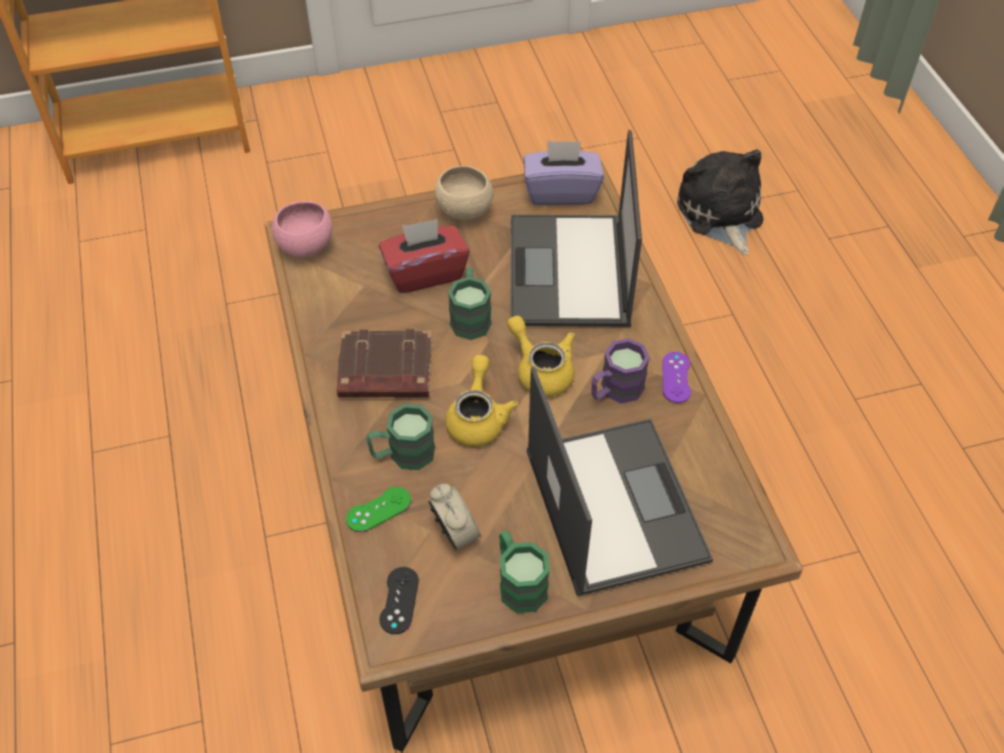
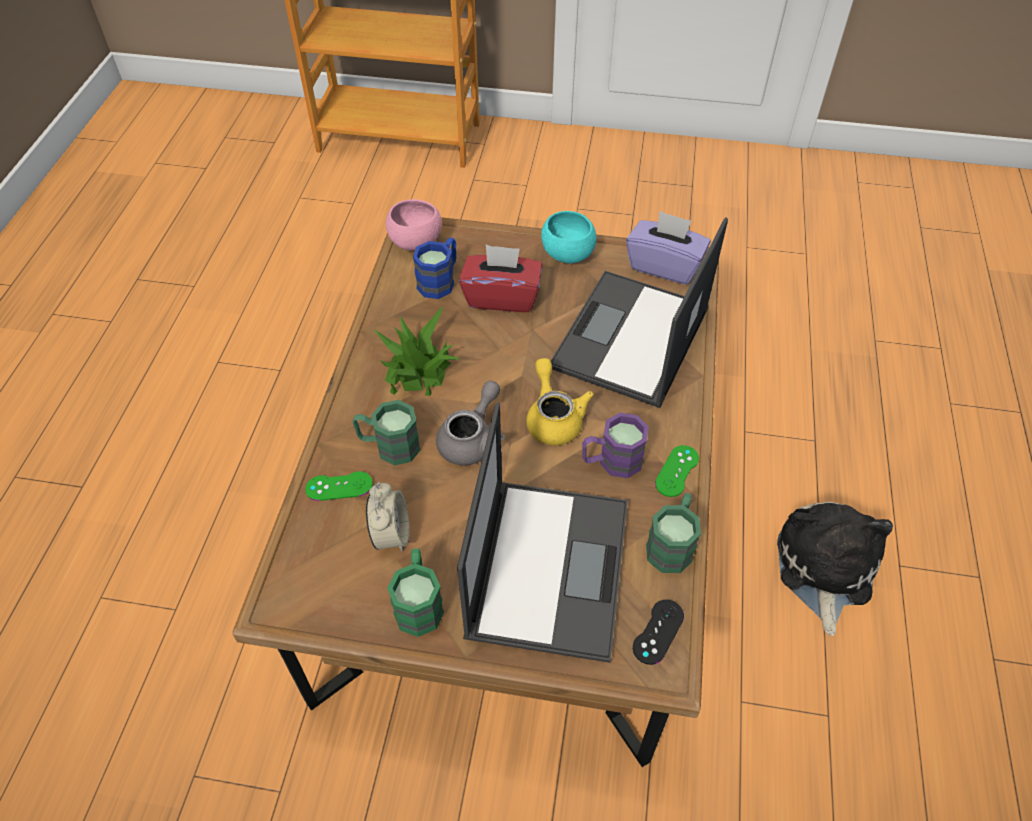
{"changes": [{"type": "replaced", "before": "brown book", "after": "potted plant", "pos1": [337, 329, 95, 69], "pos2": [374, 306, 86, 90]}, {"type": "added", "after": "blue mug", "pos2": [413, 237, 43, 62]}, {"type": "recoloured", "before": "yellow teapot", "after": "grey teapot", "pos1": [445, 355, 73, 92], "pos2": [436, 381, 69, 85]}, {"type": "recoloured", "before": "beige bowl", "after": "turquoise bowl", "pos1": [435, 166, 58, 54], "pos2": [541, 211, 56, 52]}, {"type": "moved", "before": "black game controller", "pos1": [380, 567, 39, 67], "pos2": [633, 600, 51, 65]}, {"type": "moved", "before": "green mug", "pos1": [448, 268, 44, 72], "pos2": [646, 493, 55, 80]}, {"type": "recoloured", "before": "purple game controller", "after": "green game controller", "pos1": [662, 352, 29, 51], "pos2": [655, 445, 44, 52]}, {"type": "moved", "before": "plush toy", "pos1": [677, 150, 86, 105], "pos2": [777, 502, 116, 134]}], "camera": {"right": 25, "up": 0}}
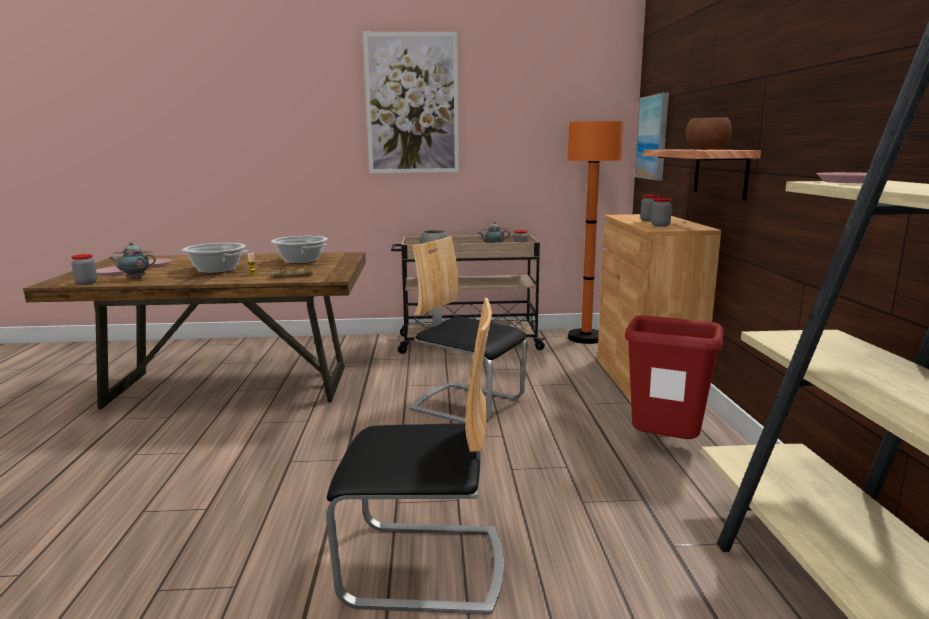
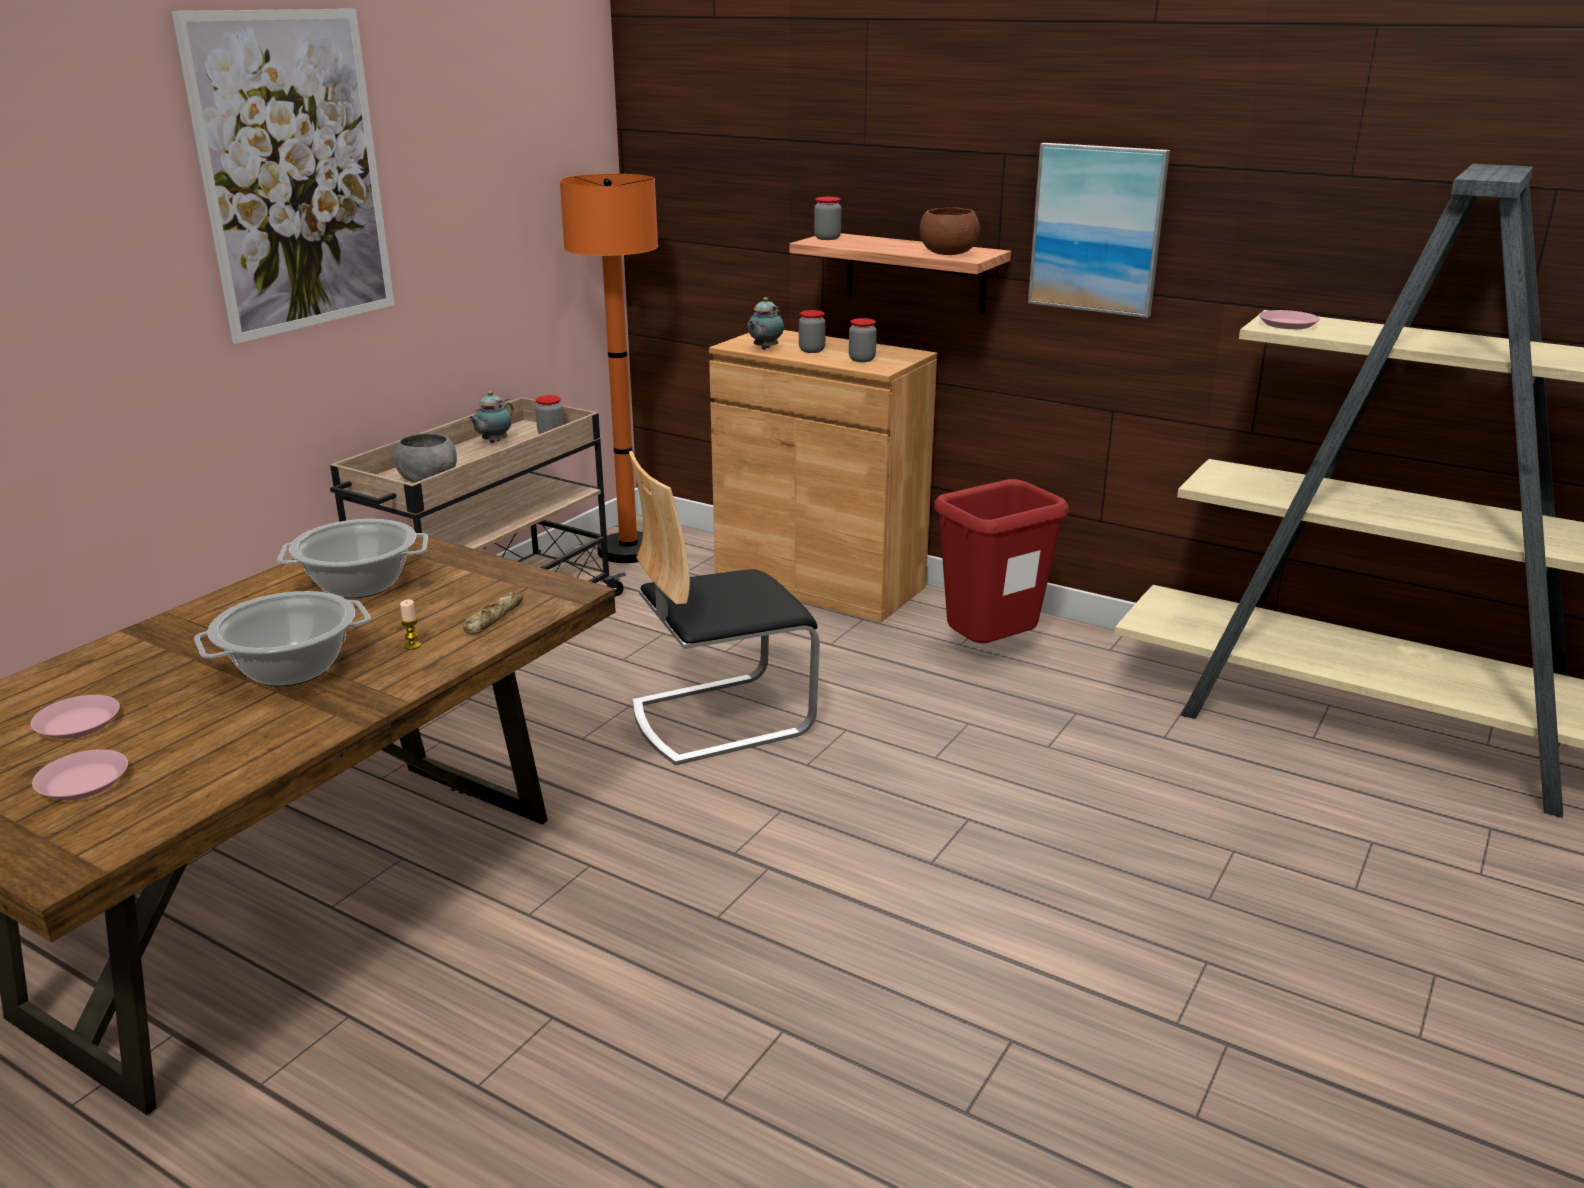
{"changes": [{"type": "moved", "before": "teapot", "pos1": [109, 242, 47, 37], "pos2": [748, 297, 36, 53]}, {"type": "moved", "before": "jar", "pos1": [71, 254, 26, 31], "pos2": [814, 197, 27, 43]}, {"type": "moved", "before": "picture", "pos1": [635, 93, 34, 87], "pos2": [1028, 143, 142, 175]}, {"type": "removed", "before": "chair", "pos1": [326, 298, 178, 316]}], "camera": {"right": -55, "up": 10}}
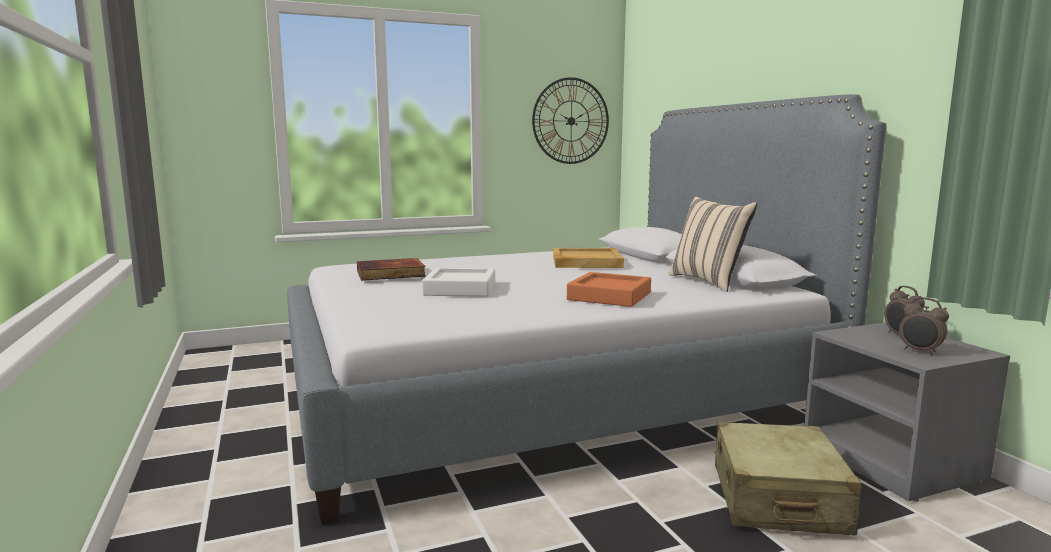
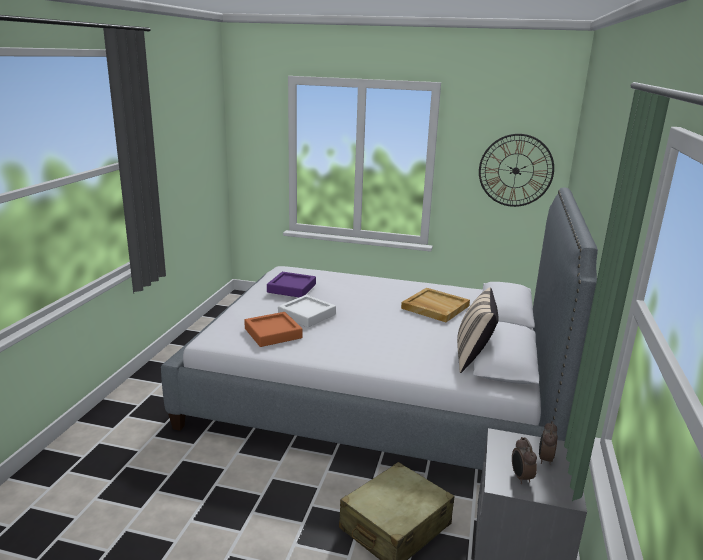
{"changes": [{"type": "moved", "before": "orange tray", "pos1": [567, 272, 84, 35], "pos2": [244, 312, 58, 35]}, {"type": "replaced", "before": "book", "after": "purple tray", "pos1": [357, 258, 69, 23], "pos2": [267, 272, 49, 25]}], "camera": {"right": 35, "up": 10}}
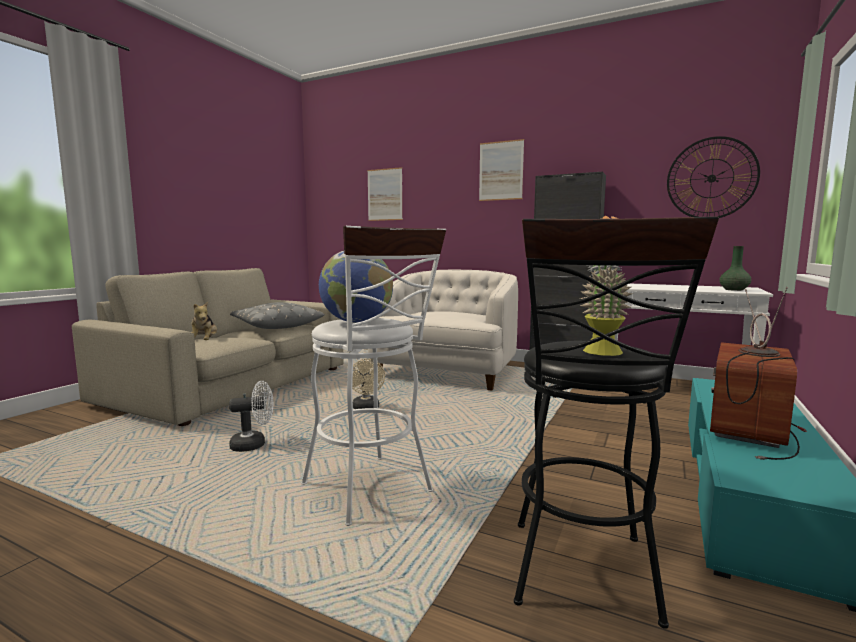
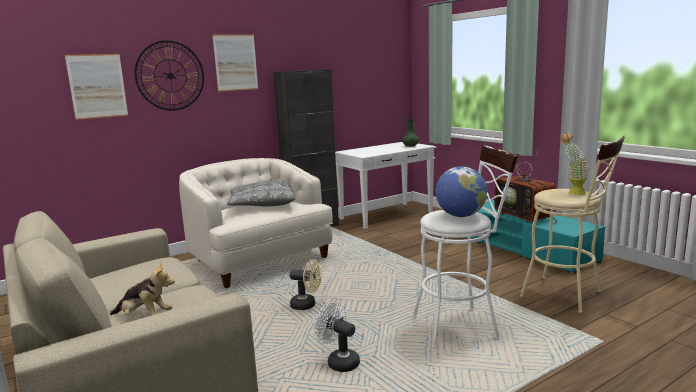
{"changes": [{"type": "moved", "before": "wall clock", "pos1": [667, 136, 93, 82], "pos2": [134, 40, 70, 71]}, {"type": "moved", "before": "grey pillow", "pos1": [230, 302, 95, 27], "pos2": [227, 181, 68, 25]}, {"type": "turned", "before": "white fan", "pos1": [229, 381, 45, 71], "pos2": [315, 302, 45, 70], "turn": -60}, {"type": "recoloured", "before": "black stool", "after": "beige stool", "pos1": [514, 216, 205, 413], "pos2": [520, 136, 105, 177]}], "camera": {"right": -60, "up": 5}}
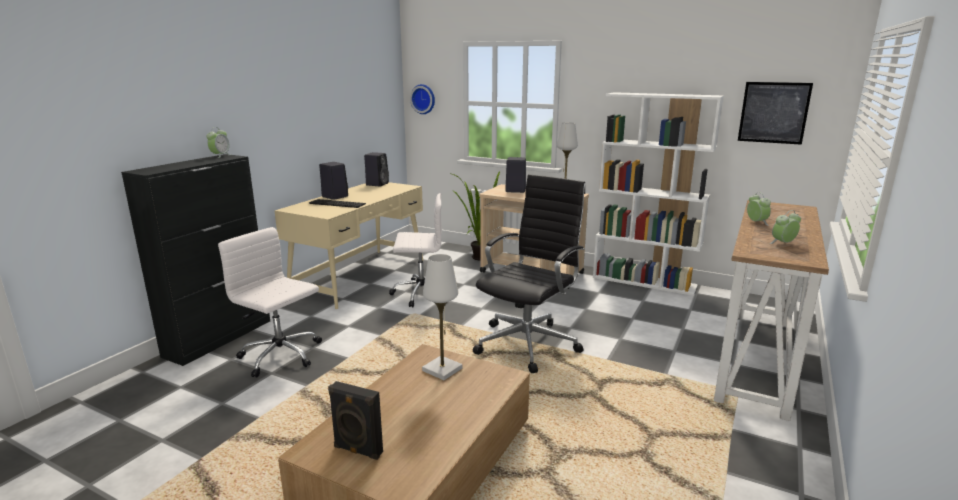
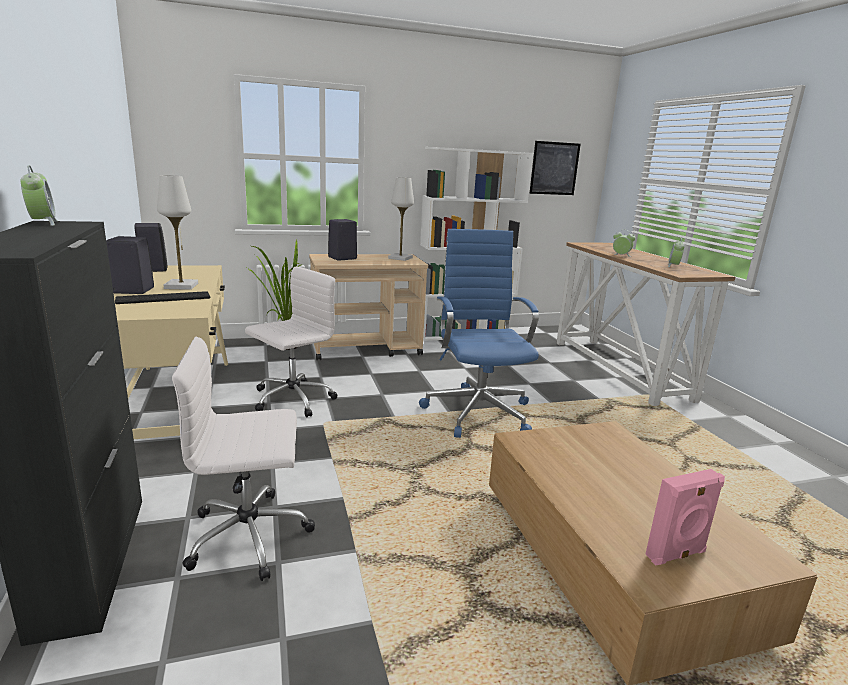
{"changes": [{"type": "moved", "before": "white table lamp", "pos1": [422, 254, 41, 126], "pos2": [157, 175, 41, 115]}, {"type": "recoloured", "before": "black office chair", "after": "blue office chair", "pos1": [473, 174, 112, 199], "pos2": [419, 229, 120, 209]}, {"type": "recoloured", "before": "black speaker", "after": "pink speaker", "pos1": [328, 381, 55, 79], "pos2": [645, 469, 80, 96]}, {"type": "removed", "before": "wall clock", "pos1": [410, 84, 25, 30]}], "camera": {"right": -45, "up": 0}}
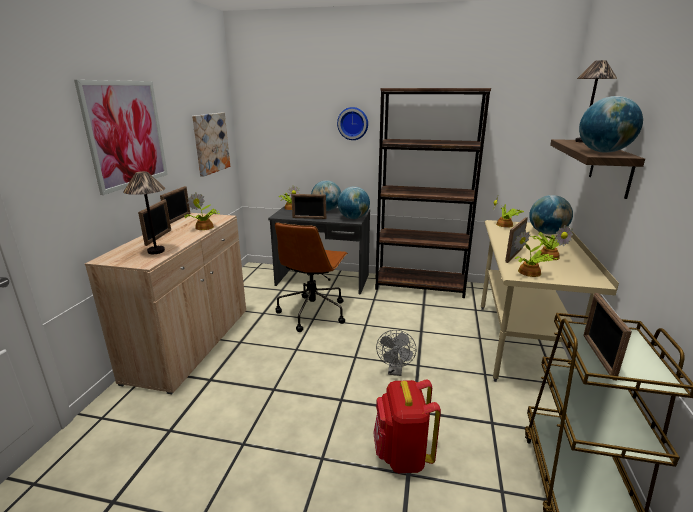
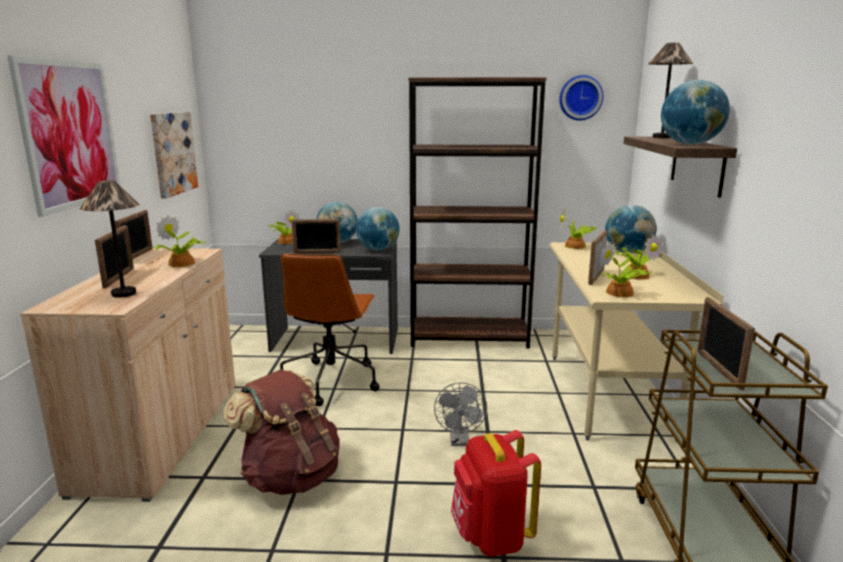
{"changes": [{"type": "added", "after": "brown backpack", "pos2": [224, 369, 116, 126]}, {"type": "moved", "before": "wall clock", "pos1": [337, 107, 31, 33], "pos2": [559, 75, 44, 46]}], "camera": {"right": -10, "up": -5}}
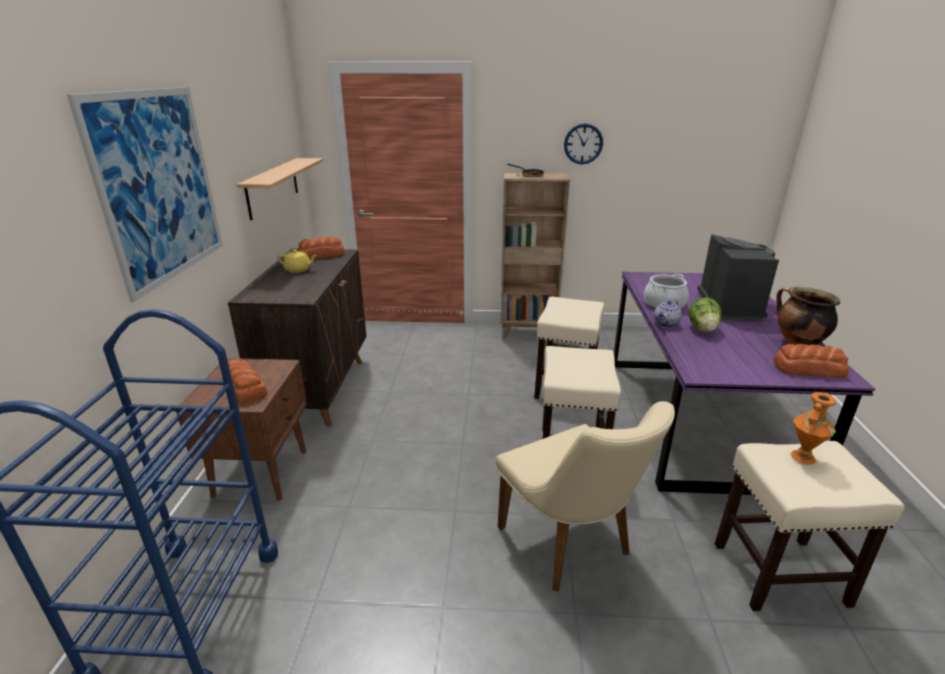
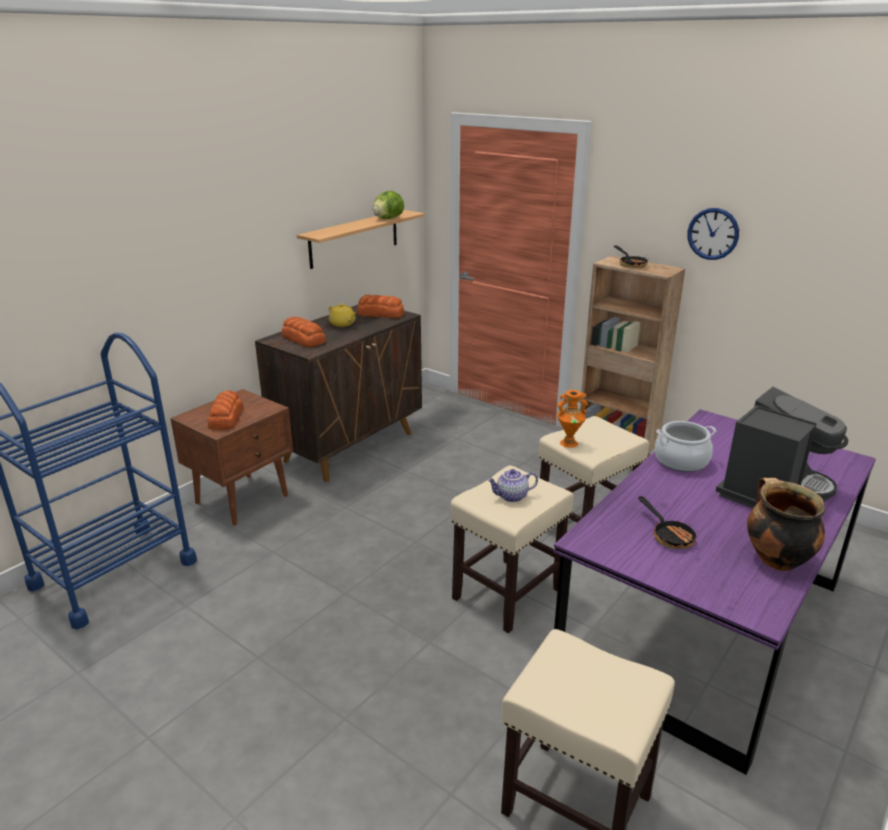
{"changes": [{"type": "moved", "before": "bread", "pos1": [773, 344, 76, 34], "pos2": [281, 317, 45, 30]}, {"type": "moved", "before": "lettuce", "pos1": [688, 297, 34, 35], "pos2": [373, 191, 31, 28]}, {"type": "moved", "before": "teapot", "pos1": [654, 300, 28, 28], "pos2": [487, 469, 51, 33]}, {"type": "moved", "before": "orange vase", "pos1": [790, 392, 46, 73], "pos2": [557, 390, 31, 58]}, {"type": "added", "after": "frying pan", "pos2": [638, 496, 60, 53]}, {"type": "removed", "before": "picture", "pos1": [67, 87, 156, 215]}, {"type": "removed", "before": "beige chair", "pos1": [495, 401, 180, 191]}], "camera": {"right": 35, "up": 0}}
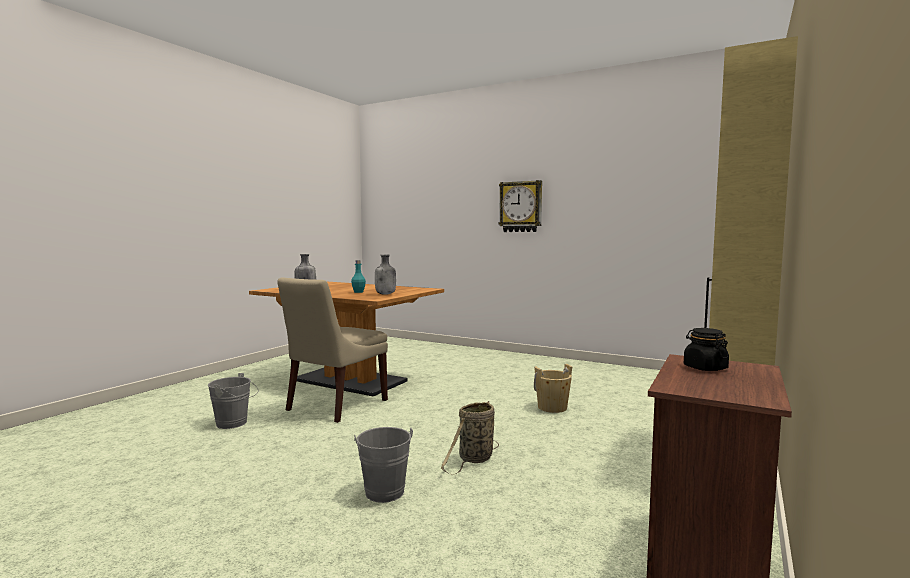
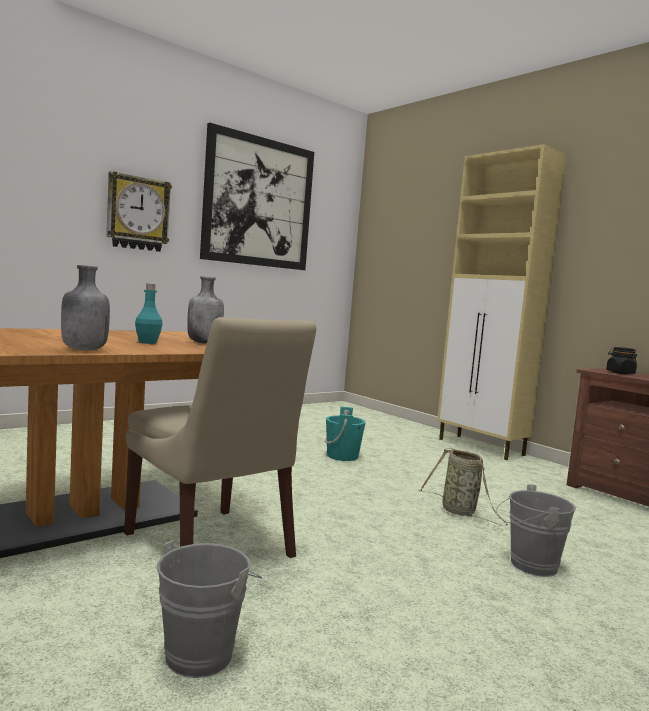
{"changes": [{"type": "added", "after": "picture", "pos2": [200, 123, 114, 147]}, {"type": "recoloured", "before": "beige bucket", "after": "turquoise bucket", "pos1": [534, 364, 38, 49], "pos2": [324, 407, 42, 54]}], "camera": {"right": -70, "up": 0}}
